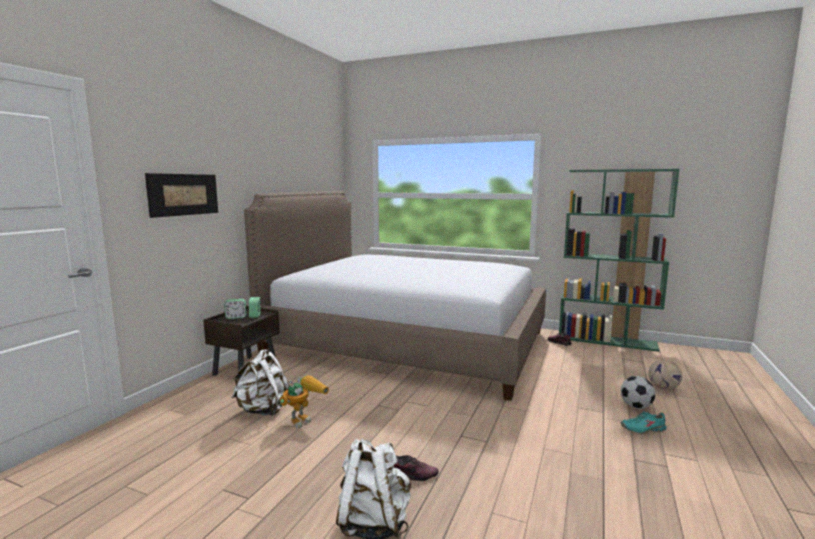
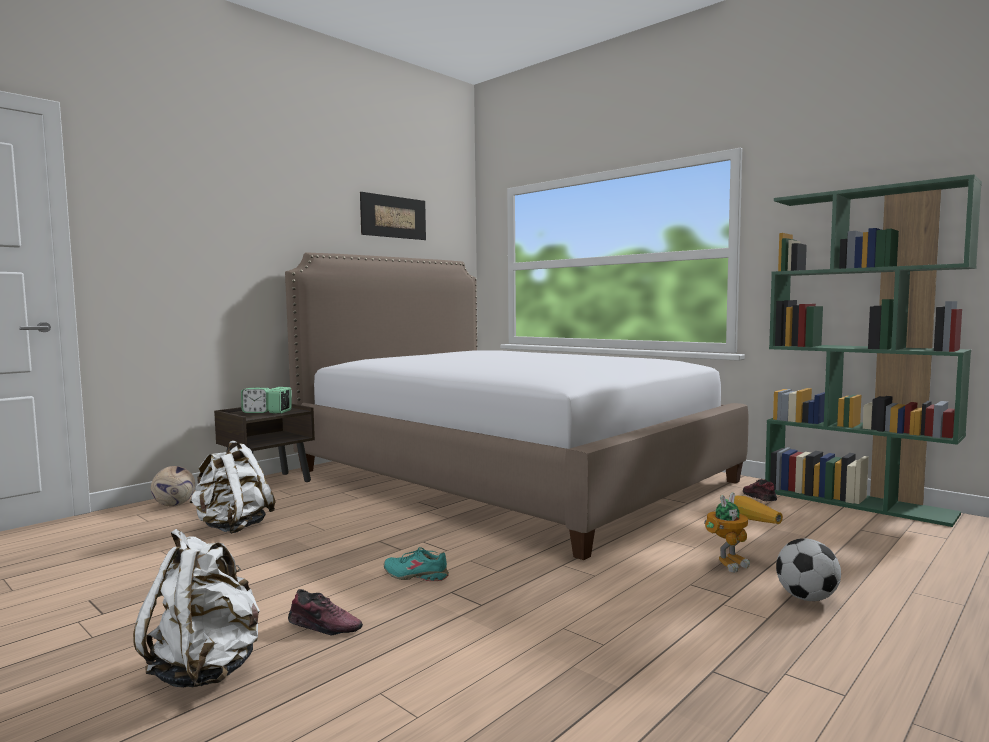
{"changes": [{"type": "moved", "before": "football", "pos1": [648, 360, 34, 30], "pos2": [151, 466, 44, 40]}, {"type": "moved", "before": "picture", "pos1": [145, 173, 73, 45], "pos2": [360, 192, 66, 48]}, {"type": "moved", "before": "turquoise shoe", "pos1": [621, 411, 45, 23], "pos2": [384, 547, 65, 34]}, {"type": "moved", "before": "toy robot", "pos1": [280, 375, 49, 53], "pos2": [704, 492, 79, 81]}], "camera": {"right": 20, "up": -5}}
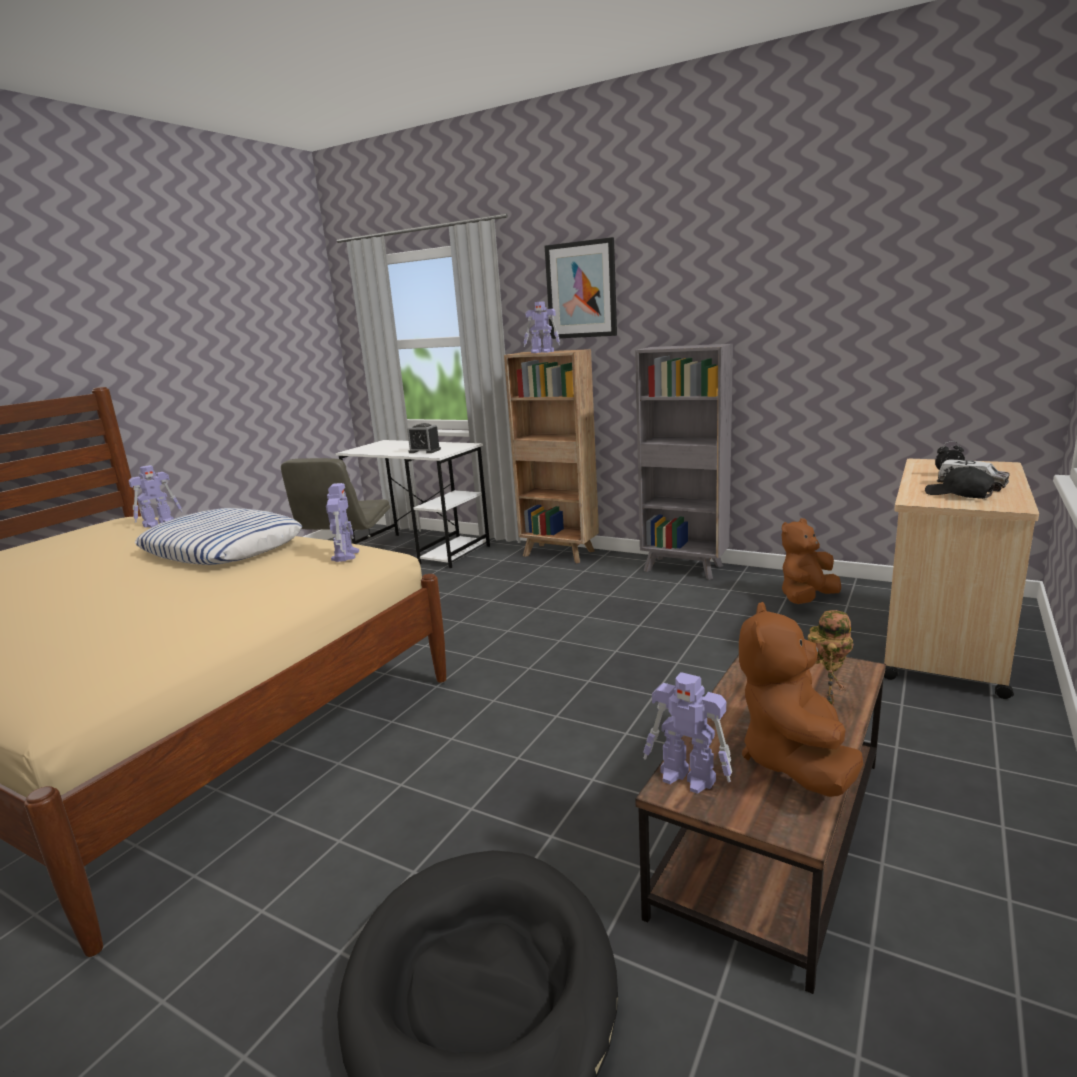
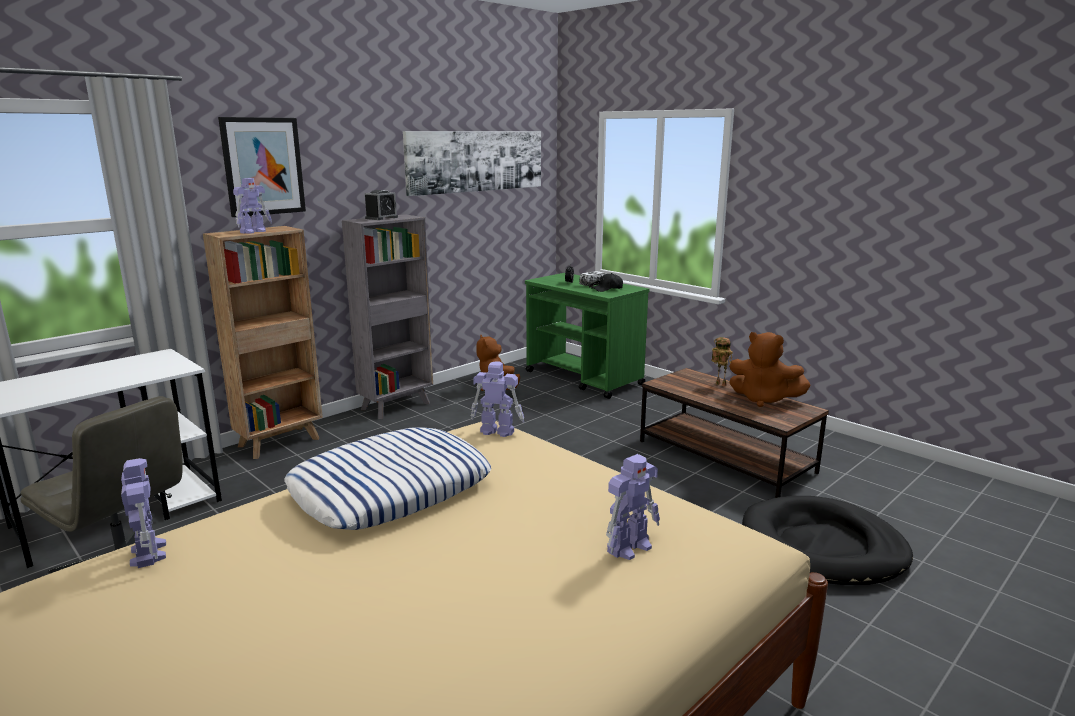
{"changes": [{"type": "moved", "before": "alarm clock", "pos1": [407, 423, 34, 30], "pos2": [365, 190, 33, 30]}, {"type": "added", "after": "picture", "pos2": [403, 131, 138, 65]}, {"type": "recoloured", "before": "beige cart", "after": "green cart", "pos1": [884, 459, 155, 240], "pos2": [525, 273, 124, 126]}, {"type": "moved", "before": "toy robot", "pos1": [643, 672, 89, 122], "pos2": [606, 454, 54, 106]}], "camera": {"right": -75, "up": 0}}
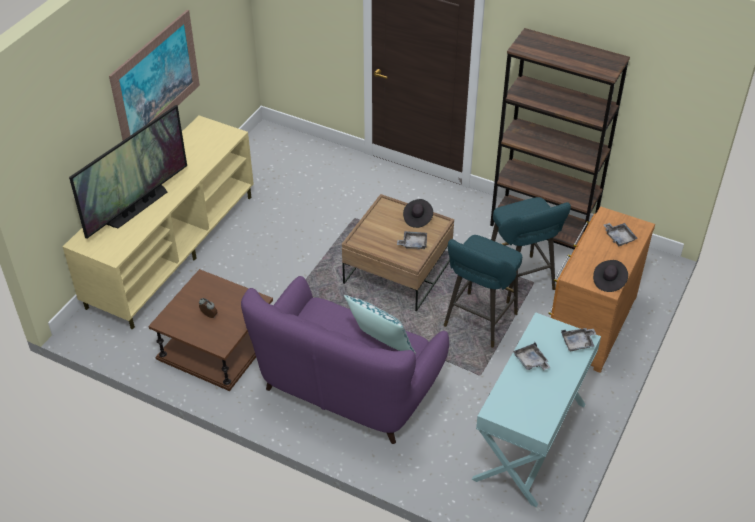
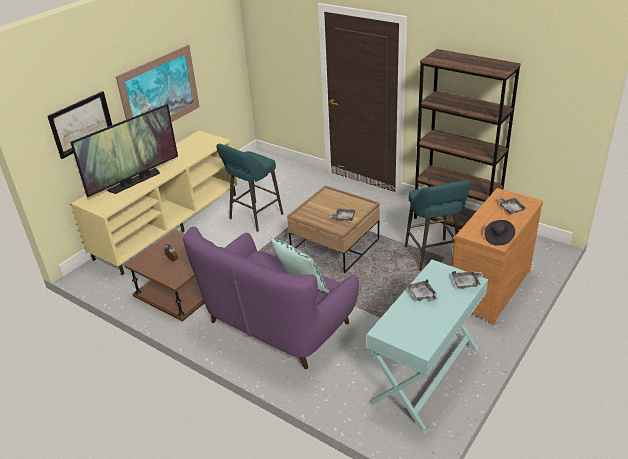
{"changes": [{"type": "added", "after": "picture", "pos2": [48, 91, 64, 68]}, {"type": "moved", "before": "turquoise stool", "pos1": [444, 235, 78, 113], "pos2": [216, 144, 67, 88]}, {"type": "removed", "before": "black hat", "pos1": [403, 199, 30, 29]}], "camera": {"right": 10, "up": -10}}
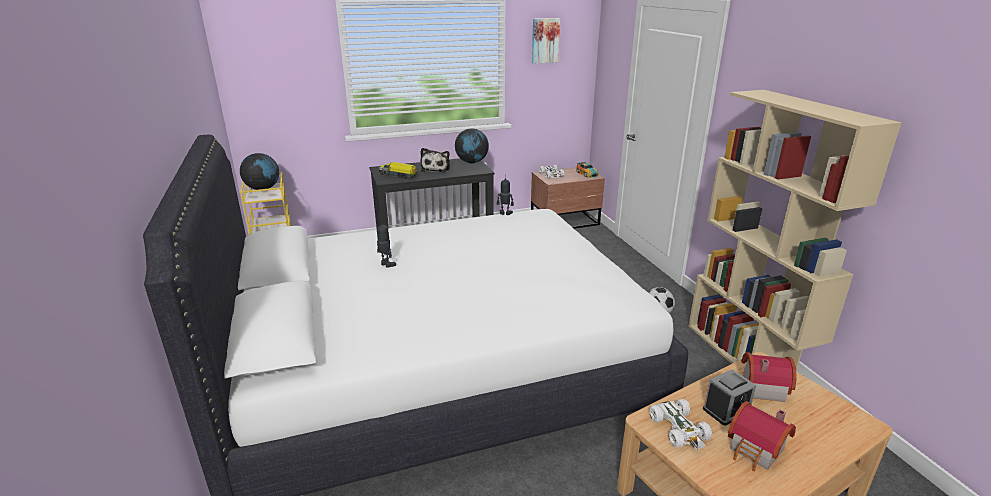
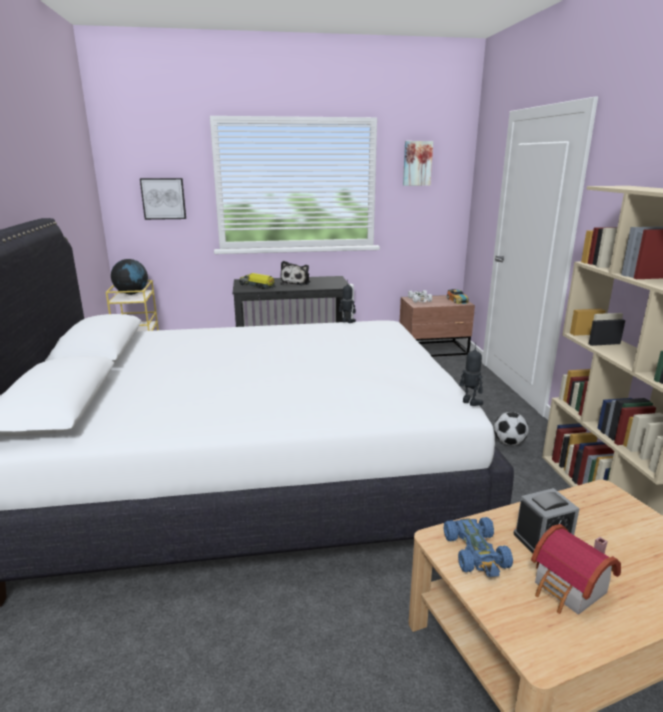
{"changes": [{"type": "added", "after": "picture", "pos2": [140, 178, 46, 42]}, {"type": "recoloured", "before": "white toy car", "after": "blue toy car", "pos1": [649, 399, 63, 50], "pos2": [444, 517, 69, 60]}, {"type": "moved", "before": "toy robot", "pos1": [377, 219, 19, 49], "pos2": [459, 343, 24, 63]}, {"type": "removed", "before": "globe", "pos1": [455, 128, 34, 35]}, {"type": "removed", "before": "toy house", "pos1": [741, 352, 56, 50]}], "camera": {"right": 10, "up": -5}}
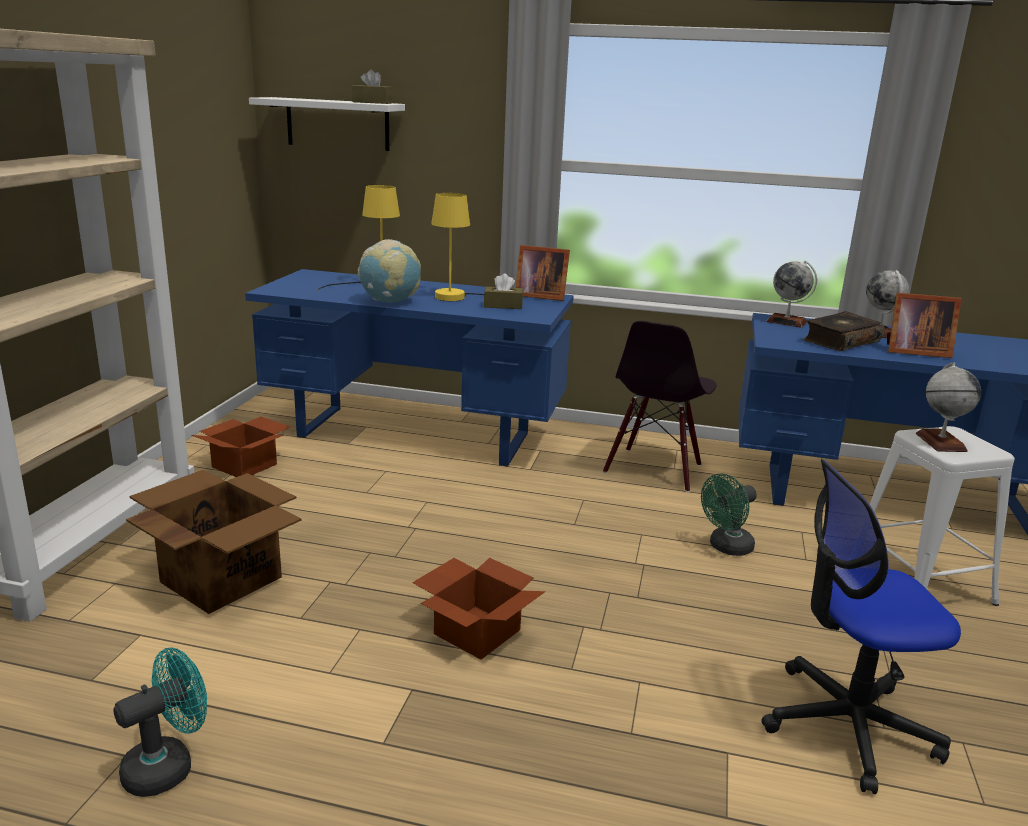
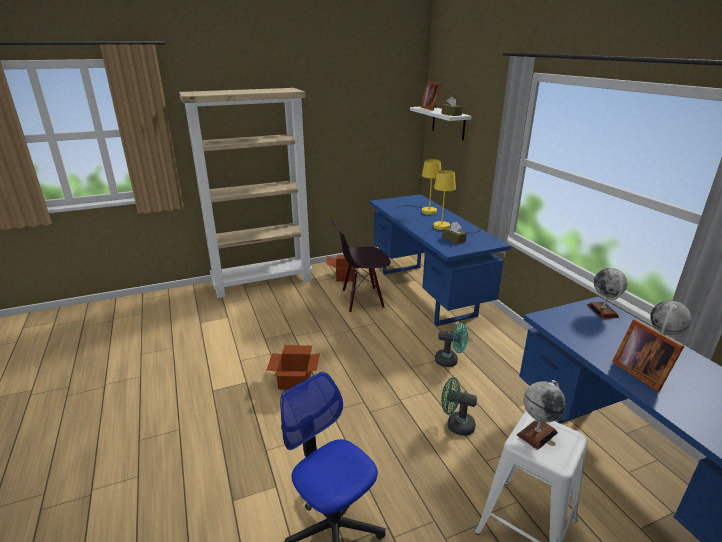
{"changes": [{"type": "moved", "before": "black chair", "pos1": [603, 321, 114, 171], "pos2": [332, 220, 59, 93]}, {"type": "moved", "before": "picture frame", "pos1": [515, 245, 55, 56], "pos2": [421, 82, 20, 29]}, {"type": "moved", "before": "turquoise fan", "pos1": [113, 647, 94, 150], "pos2": [435, 322, 33, 45]}, {"type": "removed", "before": "cardboard box", "pos1": [126, 470, 175, 144]}, {"type": "removed", "before": "globe", "pos1": [358, 239, 63, 64]}, {"type": "removed", "before": "book", "pos1": [802, 311, 83, 40]}], "camera": {"right": 55, "up": 5}}
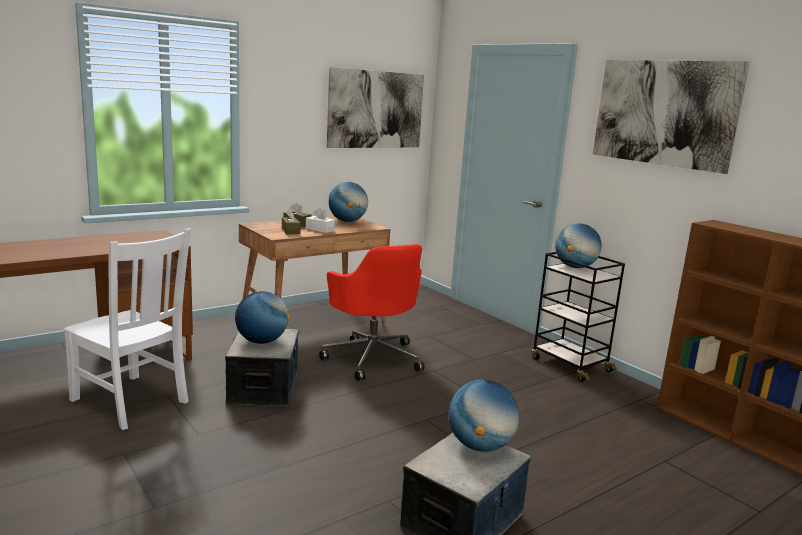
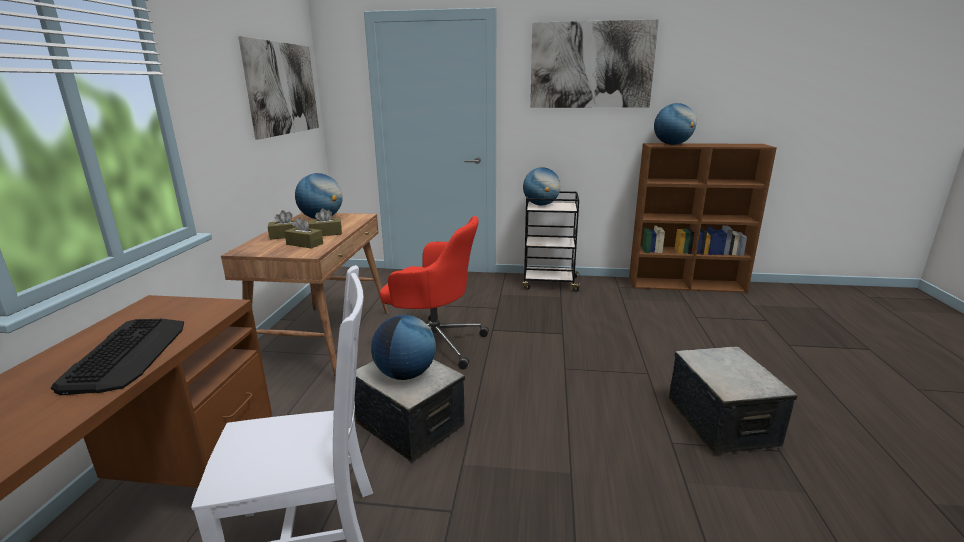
{"changes": [{"type": "added", "after": "keyboard", "pos2": [51, 319, 133, 76]}, {"type": "recoloured", "before": "white tissue box", "after": "brown tissue box", "pos1": [306, 208, 29, 25], "pos2": [308, 208, 34, 28]}, {"type": "moved", "before": "globe", "pos1": [448, 379, 71, 72], "pos2": [654, 103, 42, 42]}], "camera": {"right": -45, "up": 5}}
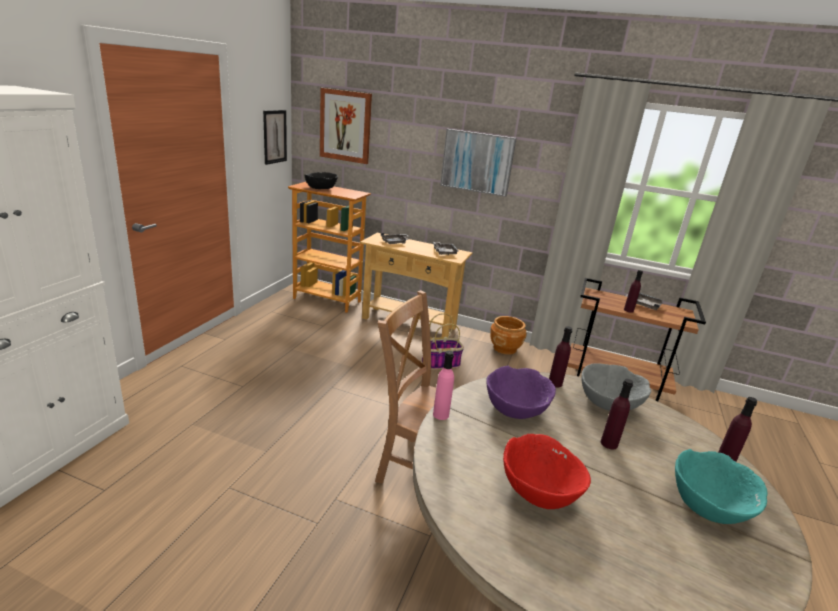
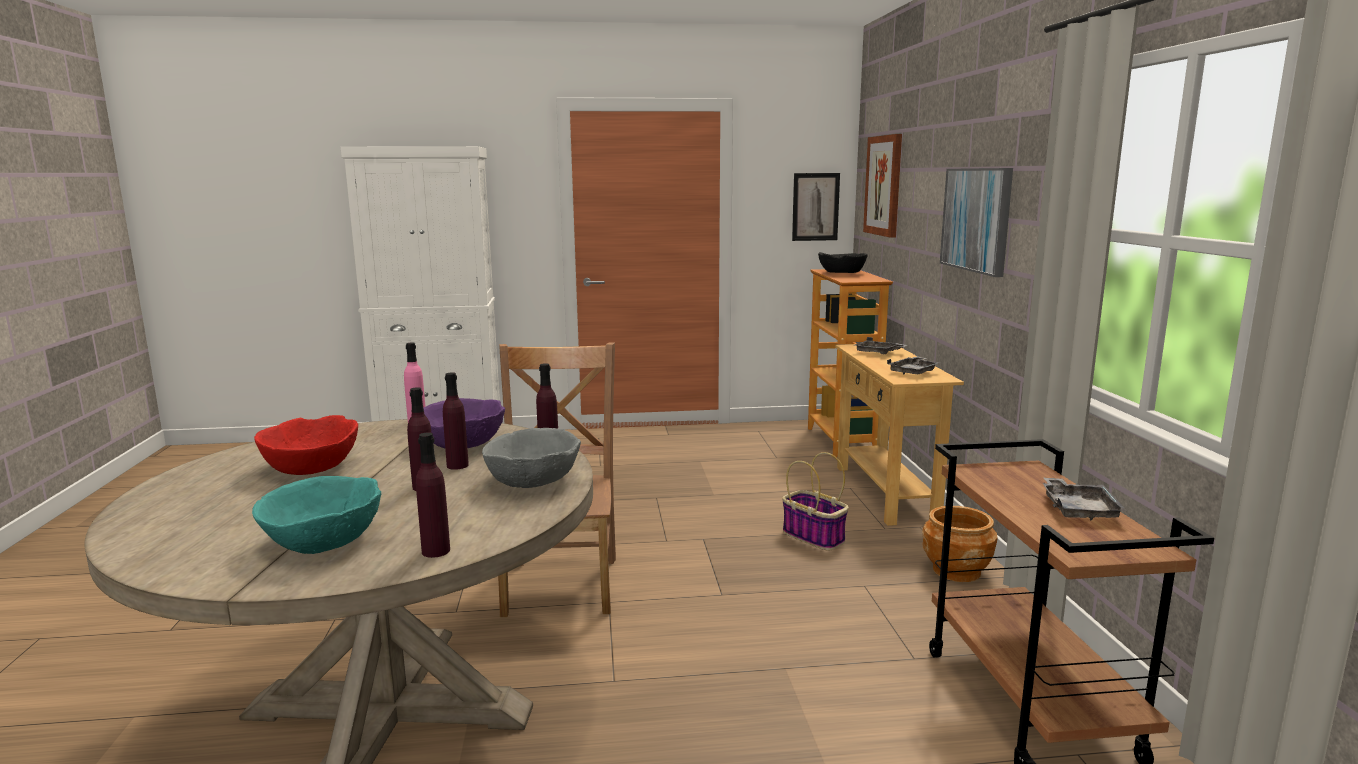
{"changes": [{"type": "moved", "before": "purple bottle", "pos1": [624, 270, 19, 43], "pos2": [443, 372, 26, 98]}], "camera": {"right": 65, "up": -10}}
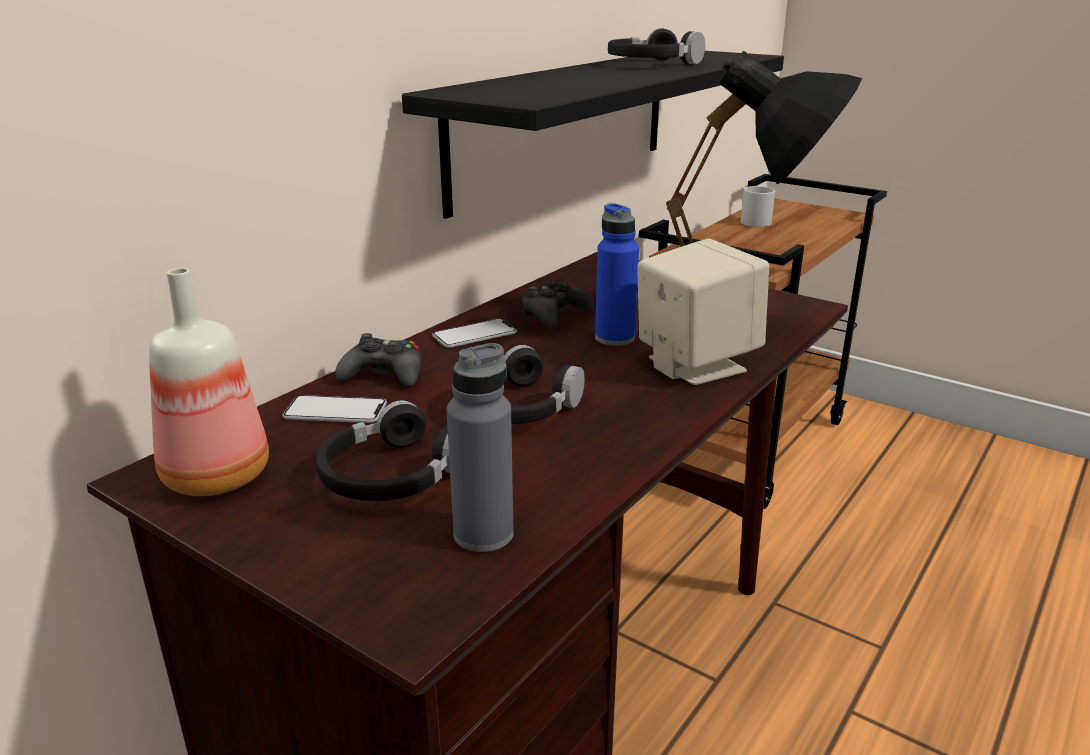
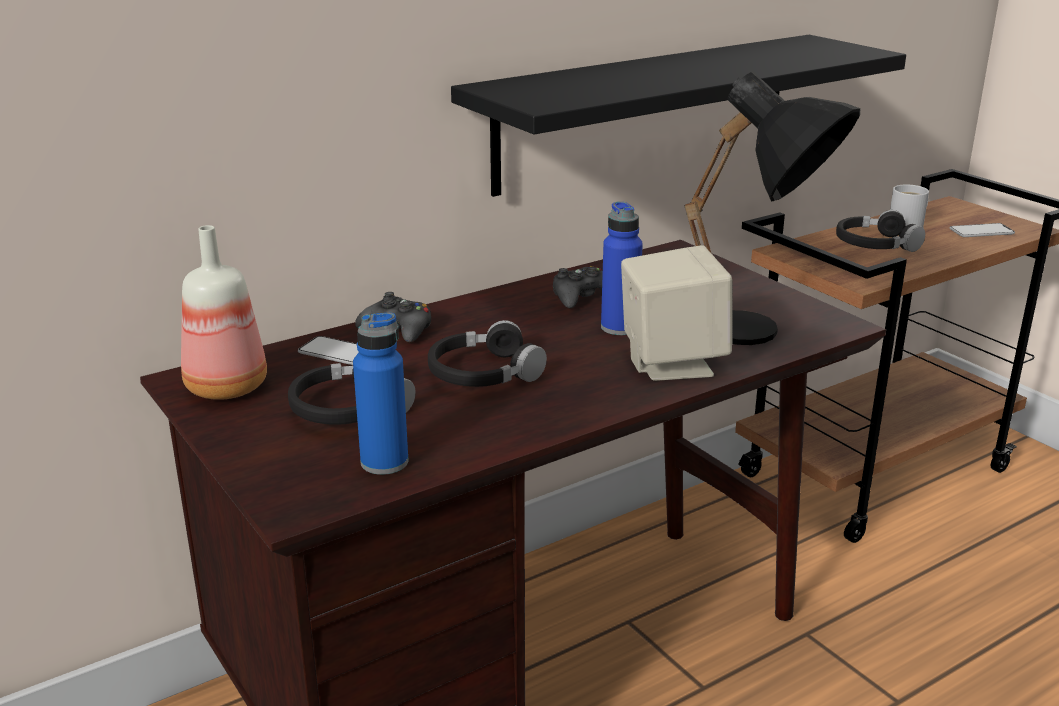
{"changes": [{"type": "recoloured", "before": "grey bottle", "after": "blue bottle", "pos1": [447, 343, 67, 209], "pos2": [353, 313, 55, 162]}, {"type": "moved", "before": "black headphones", "pos1": [608, 28, 97, 37], "pos2": [836, 210, 89, 42]}, {"type": "moved", "before": "phone", "pos1": [432, 318, 85, 30], "pos2": [949, 223, 66, 14]}], "camera": {"right": 20, "up": 0}}
